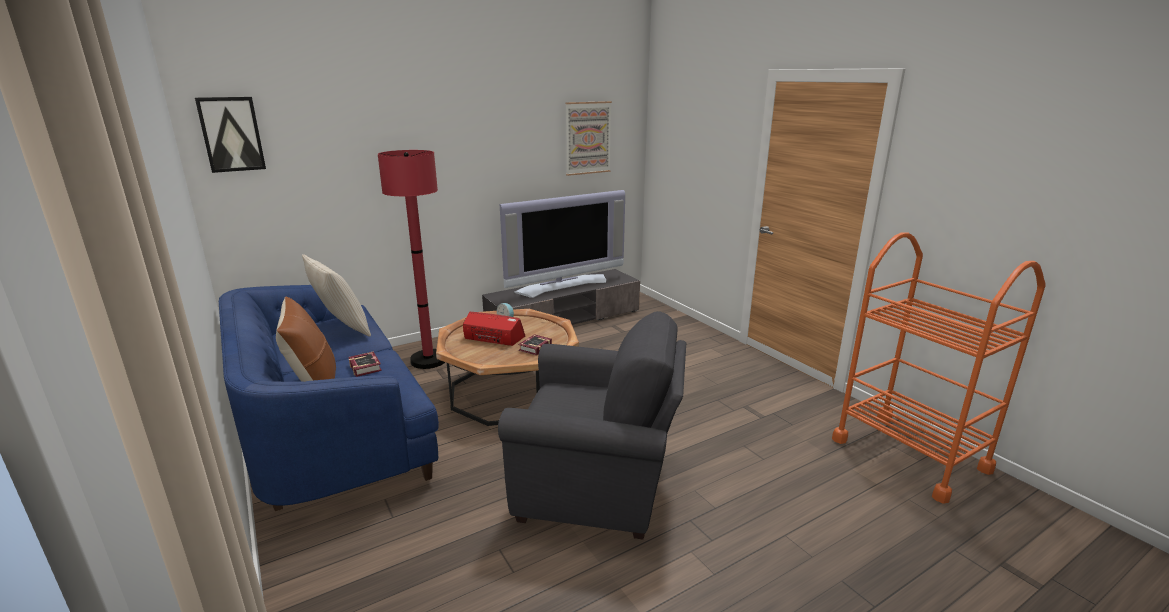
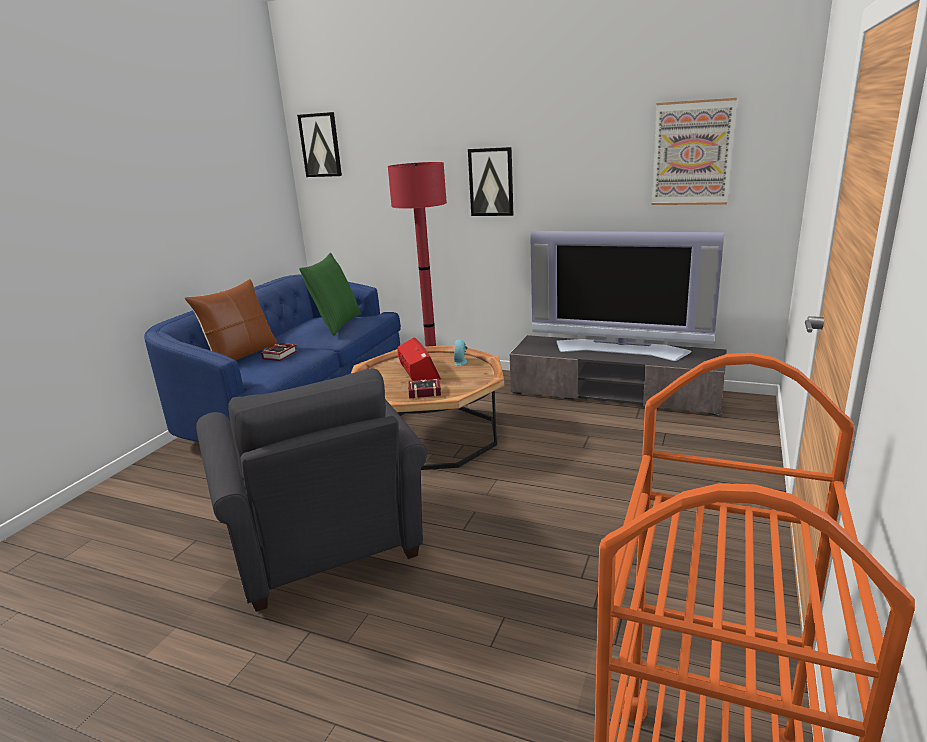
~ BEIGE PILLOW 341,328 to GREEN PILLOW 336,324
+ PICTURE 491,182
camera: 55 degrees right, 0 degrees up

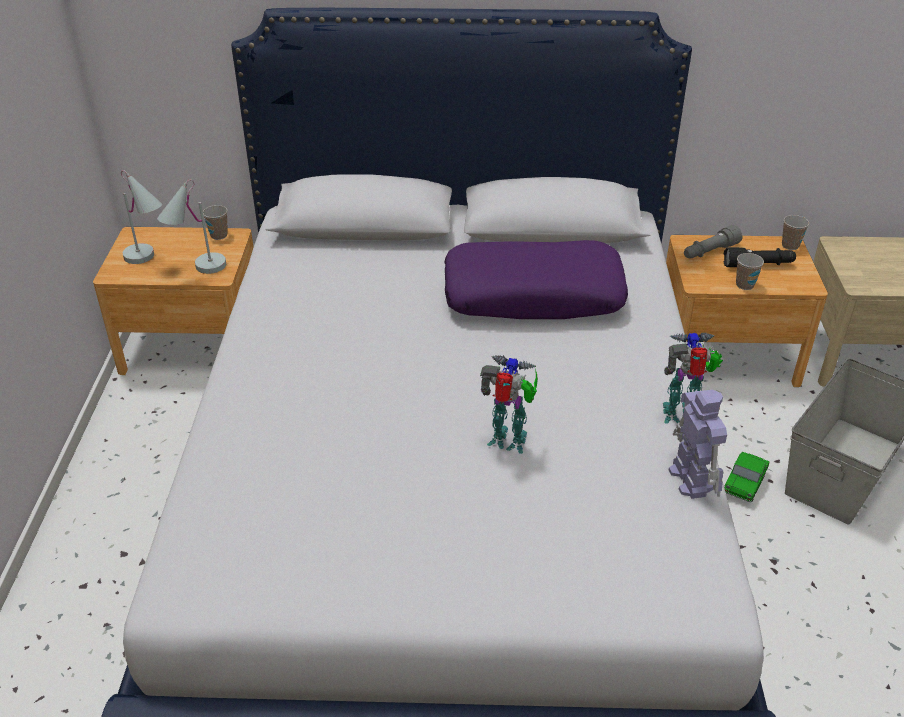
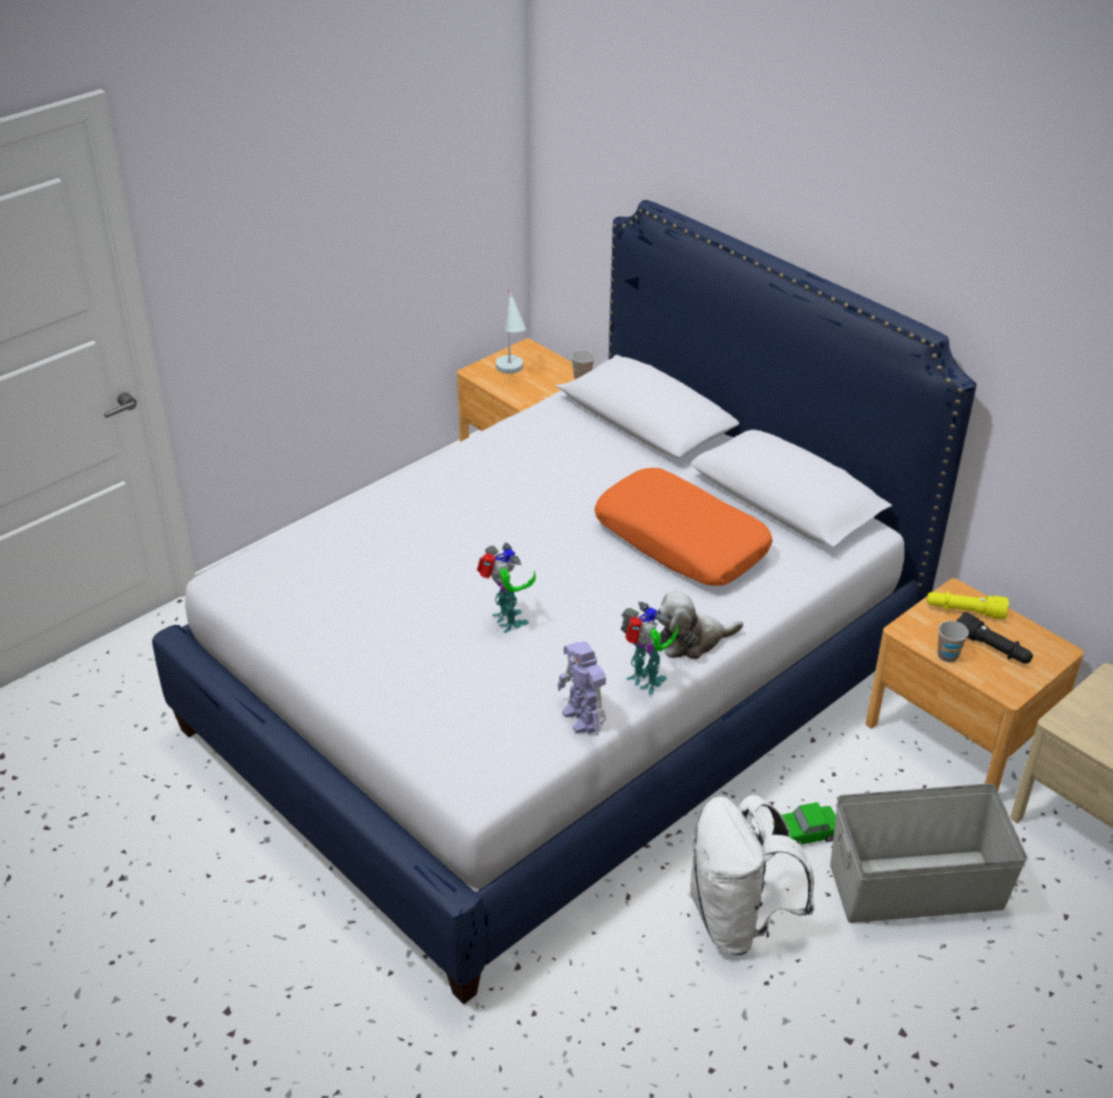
- WHITE TABLE LAMP 198,270
~ PURPLE PILLOW 533,295 to ORANGE PILLOW 682,541
~ TOY ROBOT 690,478 = 583,719 120 degrees clockwise
~ GREY FLASHLIGHT 709,252 to YELLOW FLASHLIGHT 965,611
- CUP 790,246
+ PLUSH TOY 692,640
+ WHITE BACKPACK 738,920
camera: 45 degrees right, 0 degrees up

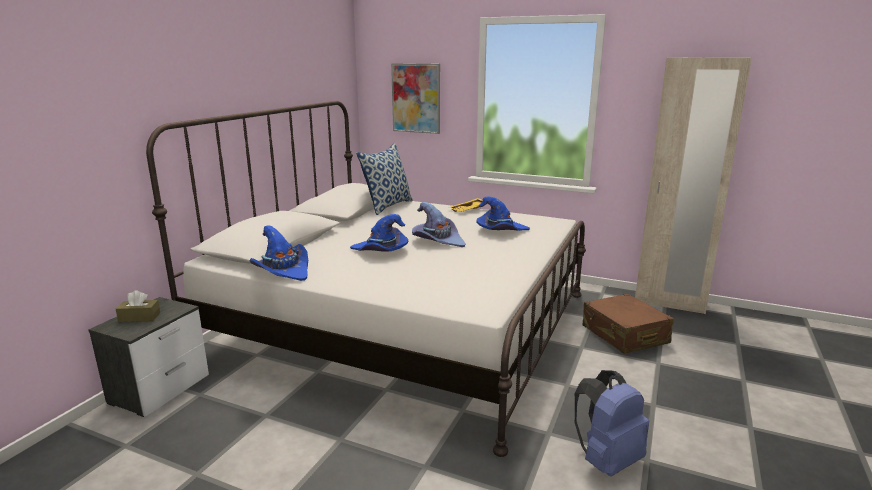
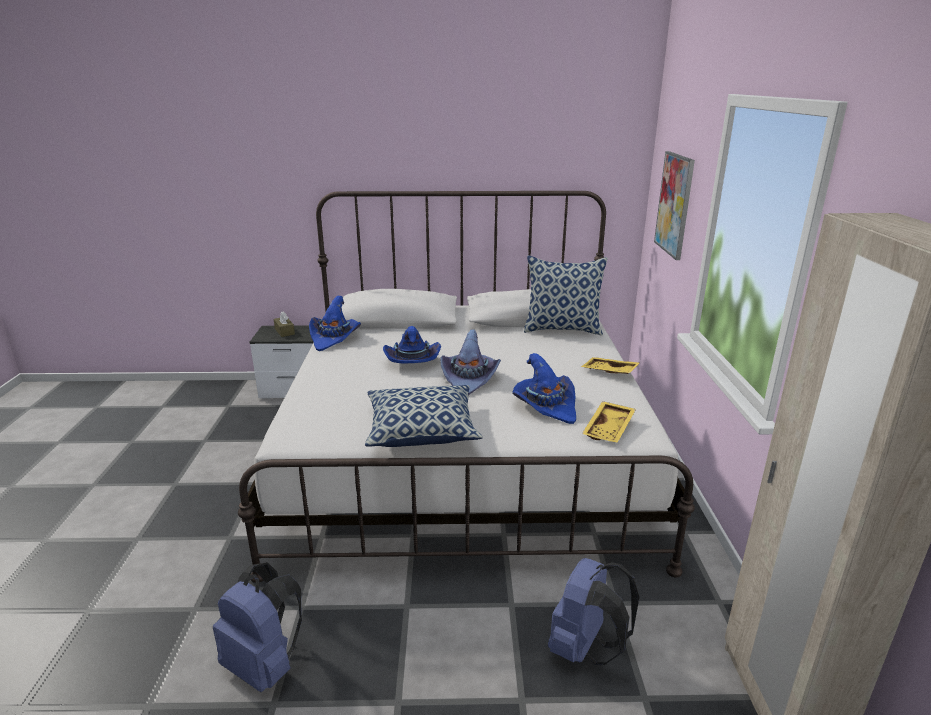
~ BROWN SUITCASE 624,335 to BLUE BACKPACK 585,648
+ PILLOW 422,430
+ YELLOW TRAY 609,429
camera: 65 degrees right, 5 degrees up

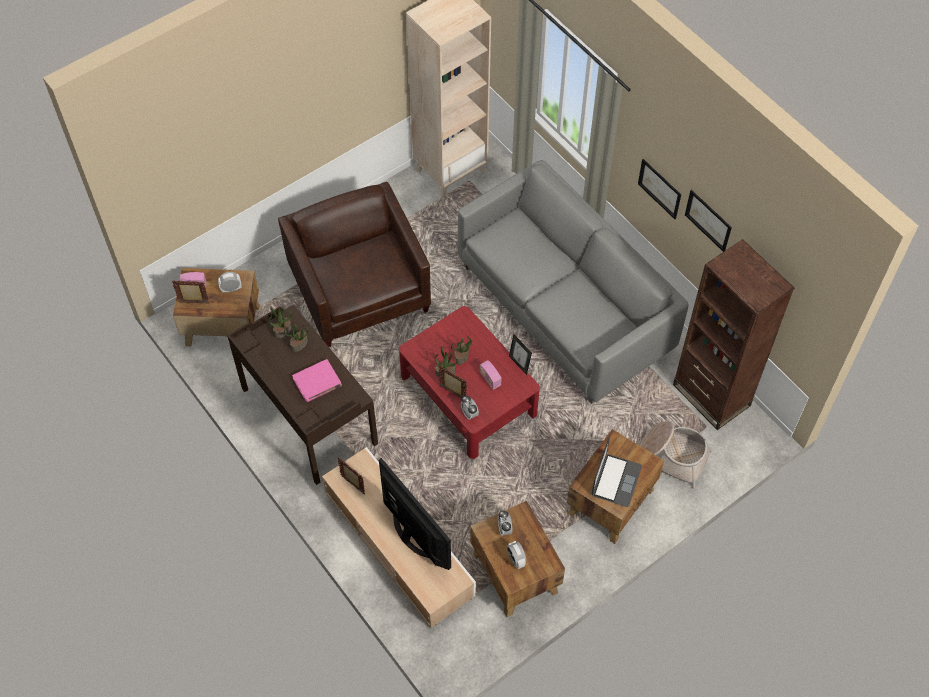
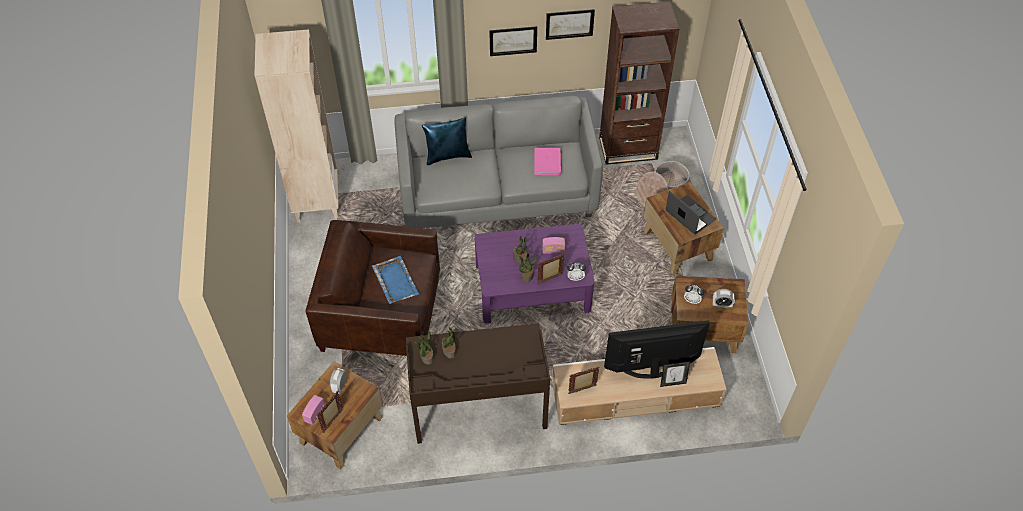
~ PINK BOOK 317,382 to 548,163
~ RED COFFEE TABLE 468,395 to PURPLE COFFEE TABLE 532,287
~ PICTURE FRAME 519,364 to 672,383
+ BLUE TRAY 395,280
+ BLUE PILLOW 448,155
camera: 60 degrees left, 5 degrees down

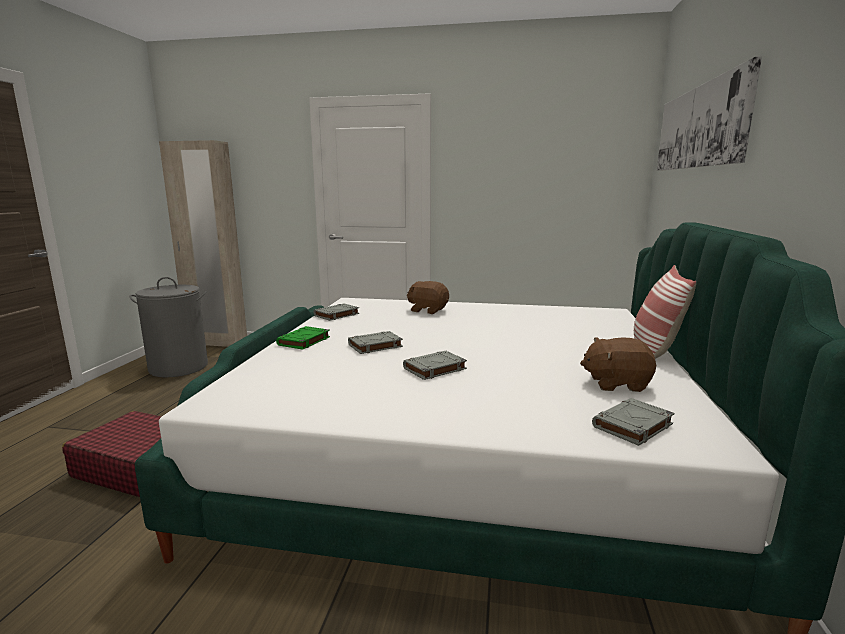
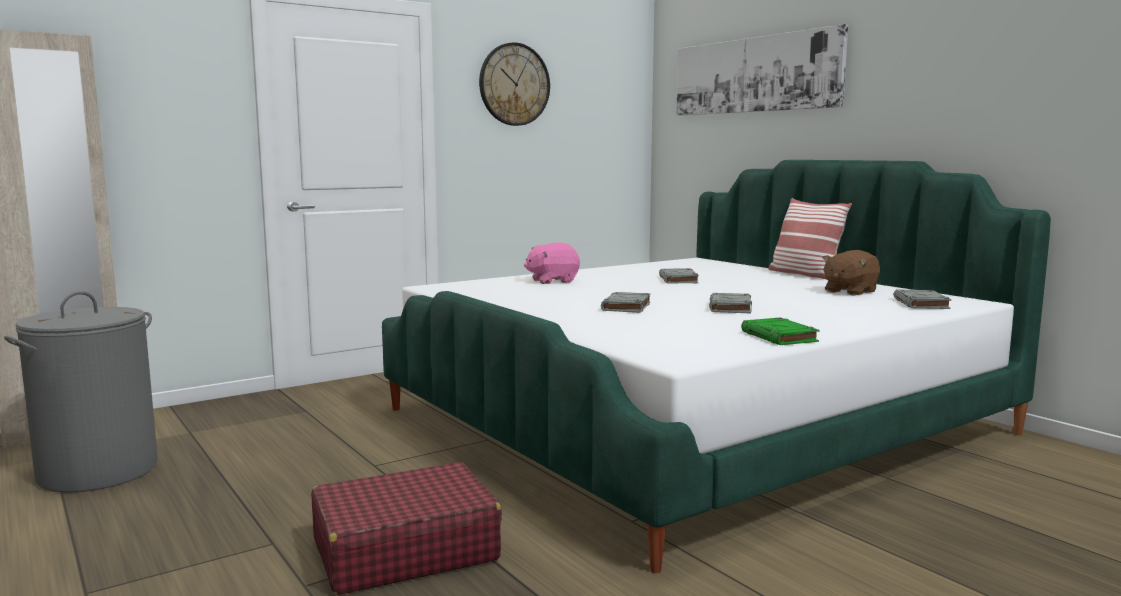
~ GREEN BOOK 304,341 to 780,337
~ GREY BOOK 336,315 to 678,280
~ BROWN PLUSH TOY 428,310 to PINK PLUSH TOY 552,281
+ WALL CLOCK 514,84
camera: 45 degrees left, 5 degrees down

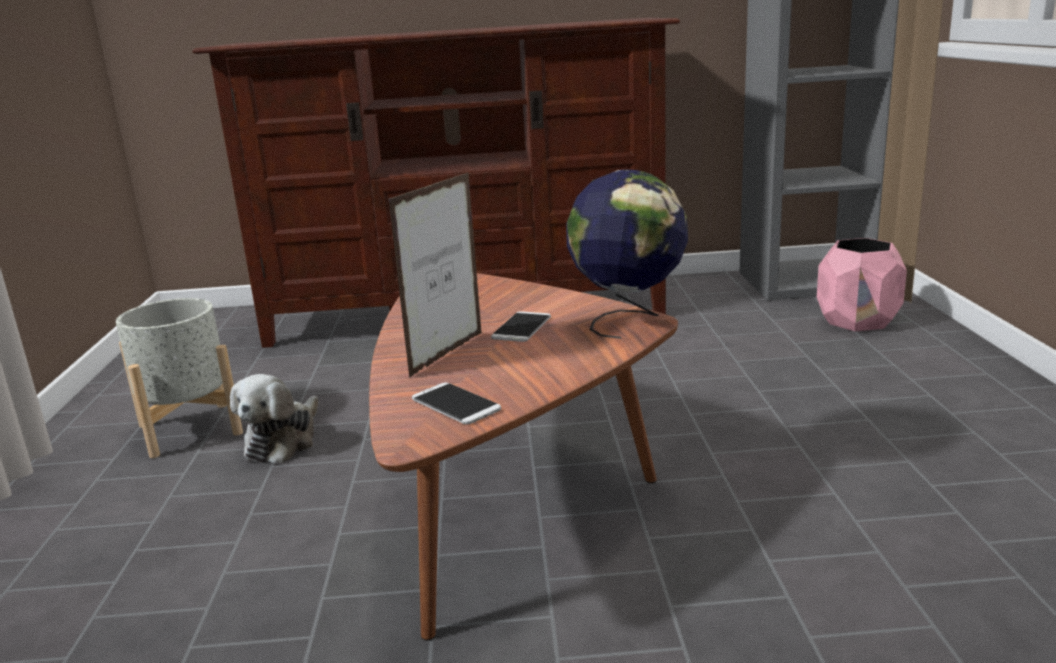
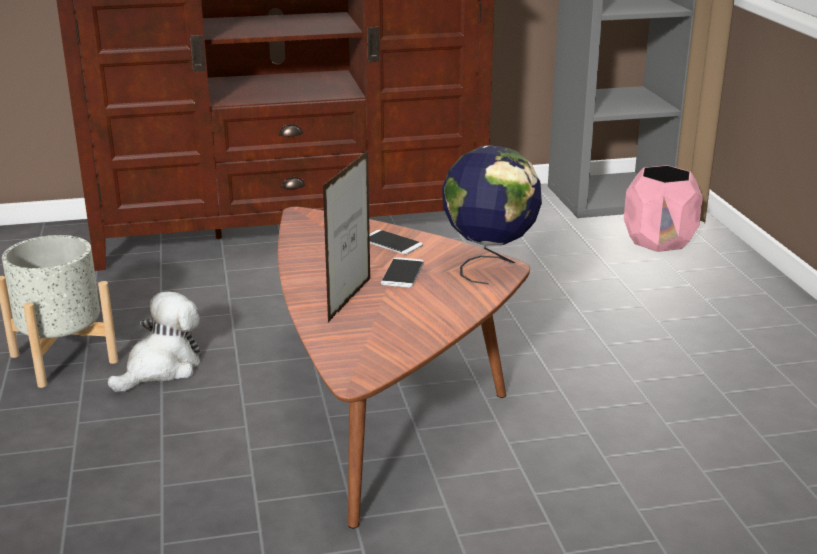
~ PLUSH TOY 283,441 = 162,368 150 degrees counterclockwise
~ PHONE 455,404 to 391,243
camera: 10 degrees left, 5 degrees up

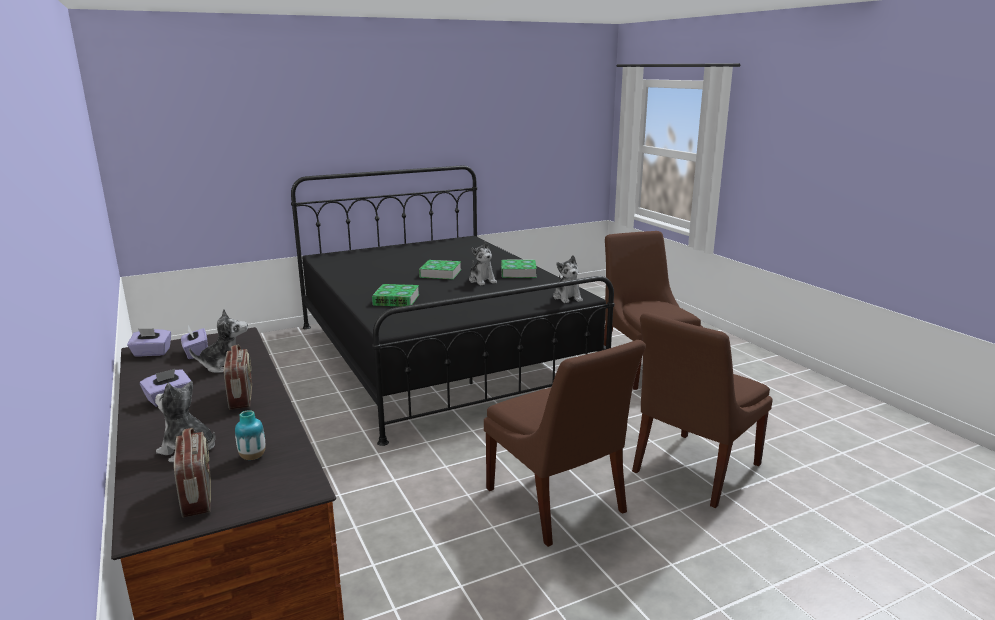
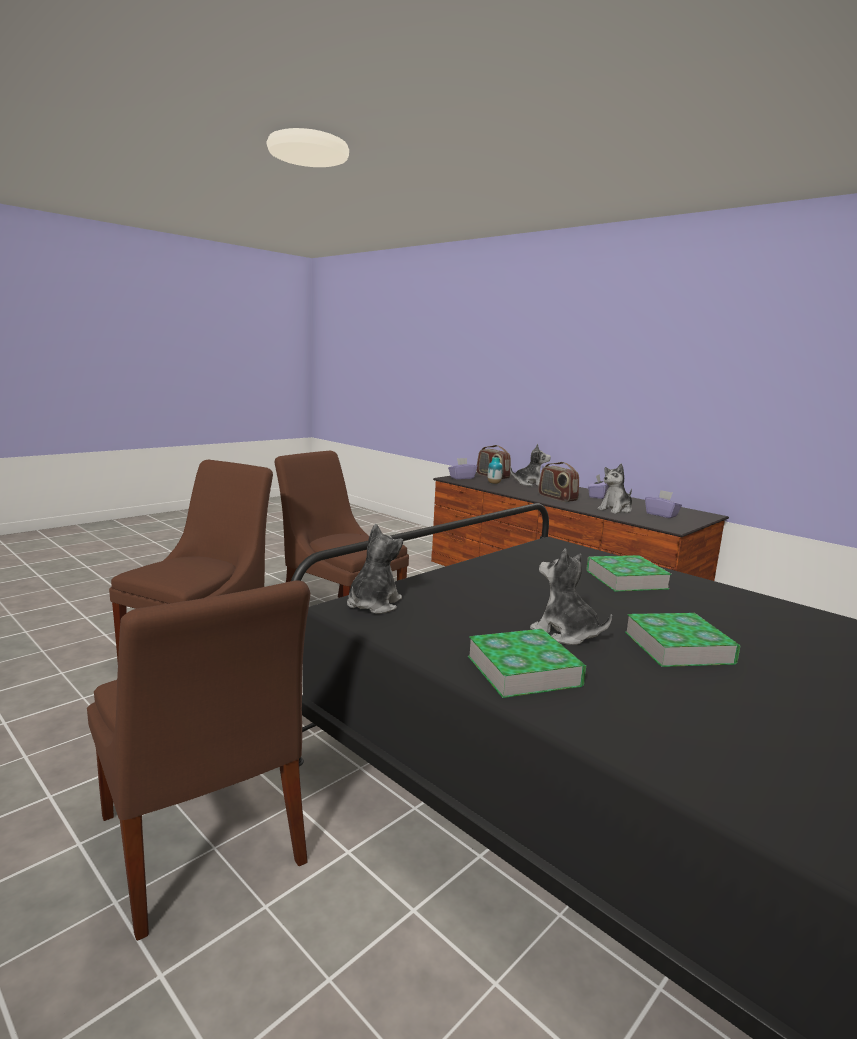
~ PURPLE TISSUE BOX 151,353 to 461,478
~ PLUSH TOY 567,297 = 373,604 60 degrees clockwise
camera: 160 degrees right, 5 degrees down

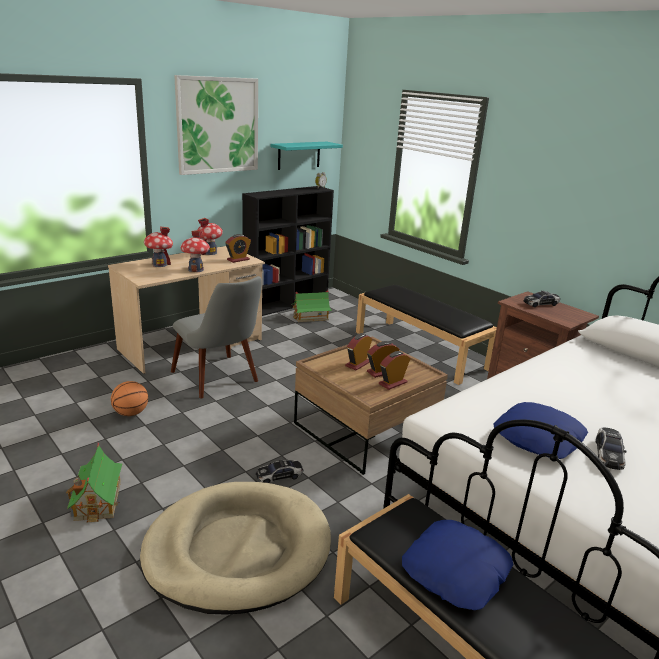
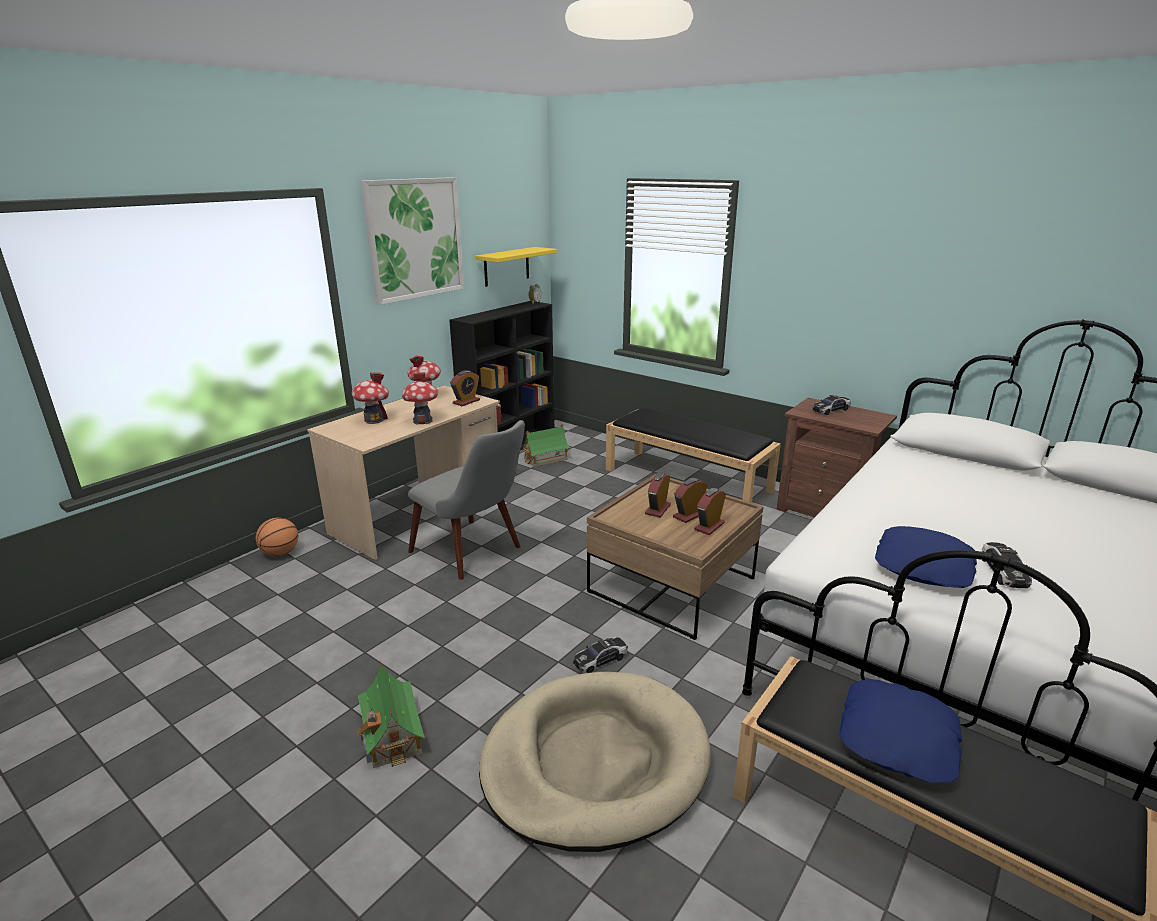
~ BASKETBALL 131,413 to 280,553
~ TURQUOISE SHELF 299,155 to YELLOW SHELF 506,266
camera: 10 degrees left, 0 degrees up

